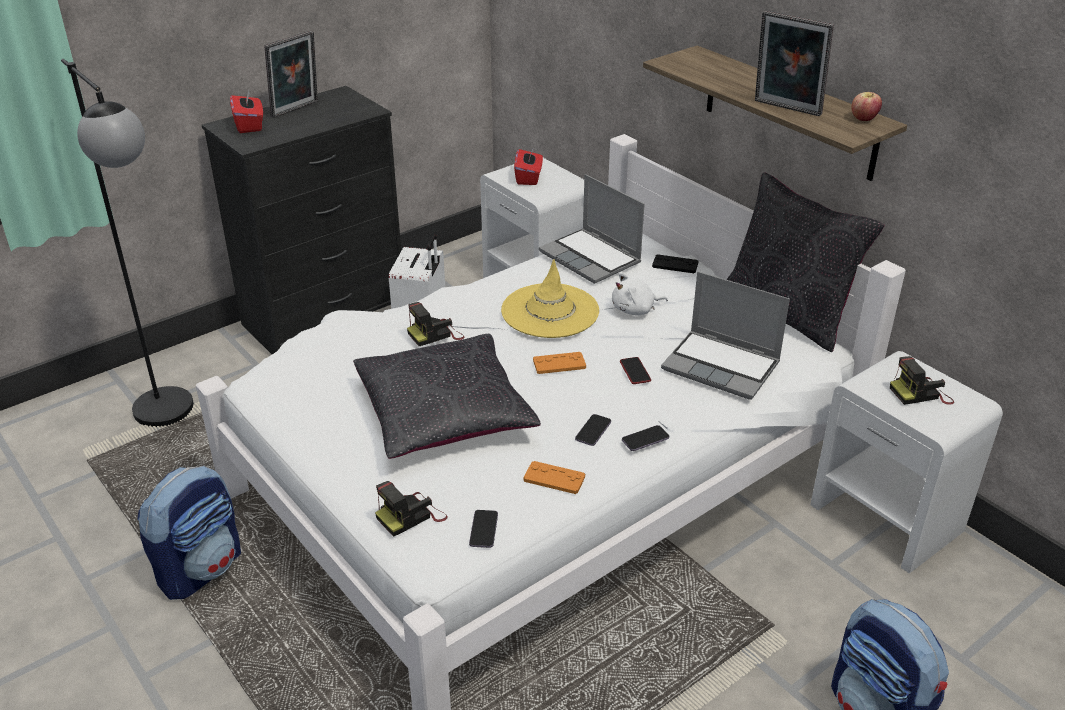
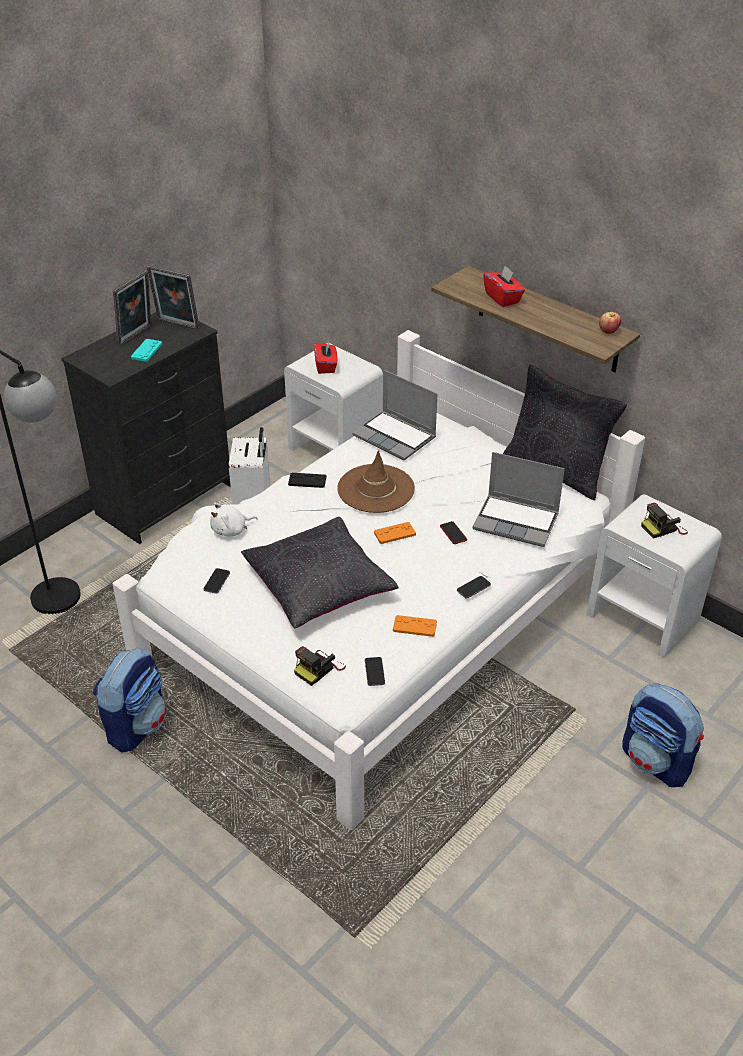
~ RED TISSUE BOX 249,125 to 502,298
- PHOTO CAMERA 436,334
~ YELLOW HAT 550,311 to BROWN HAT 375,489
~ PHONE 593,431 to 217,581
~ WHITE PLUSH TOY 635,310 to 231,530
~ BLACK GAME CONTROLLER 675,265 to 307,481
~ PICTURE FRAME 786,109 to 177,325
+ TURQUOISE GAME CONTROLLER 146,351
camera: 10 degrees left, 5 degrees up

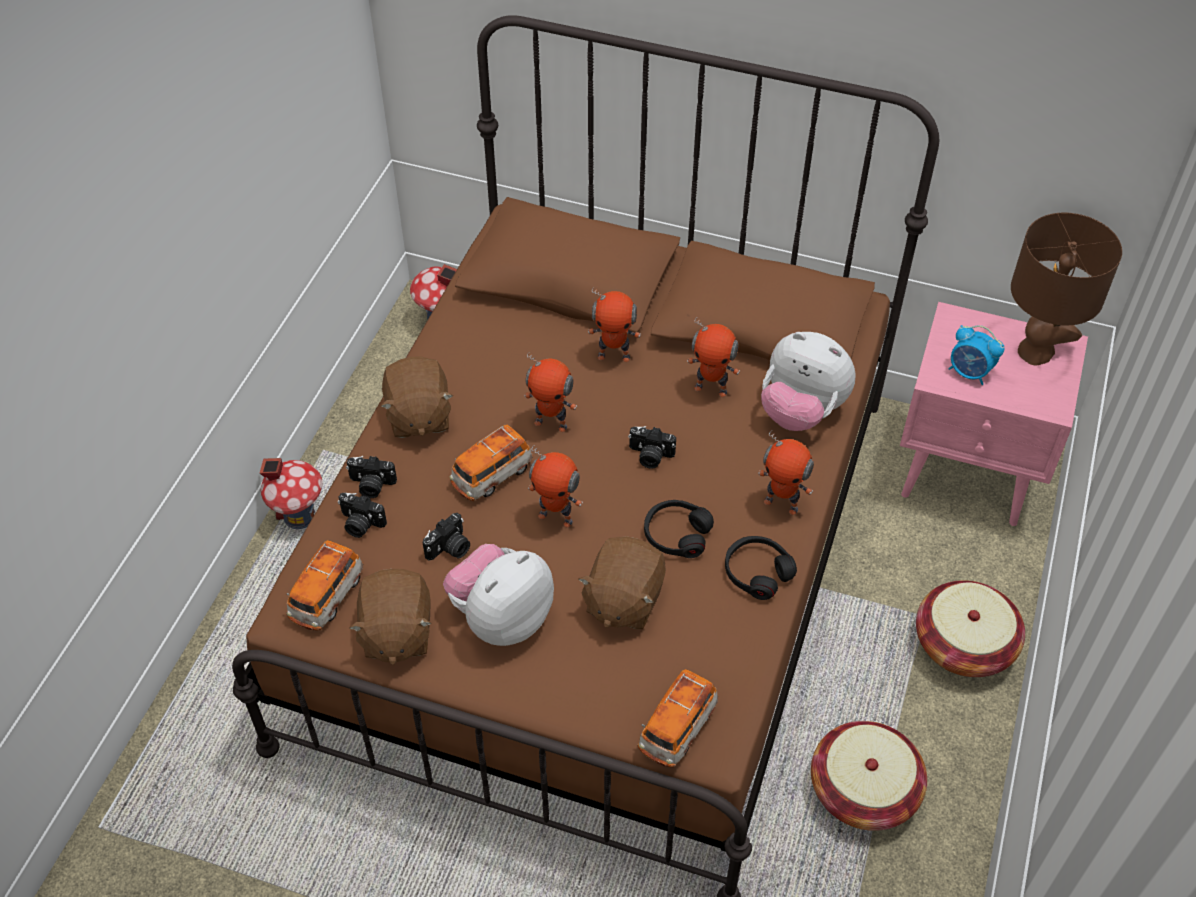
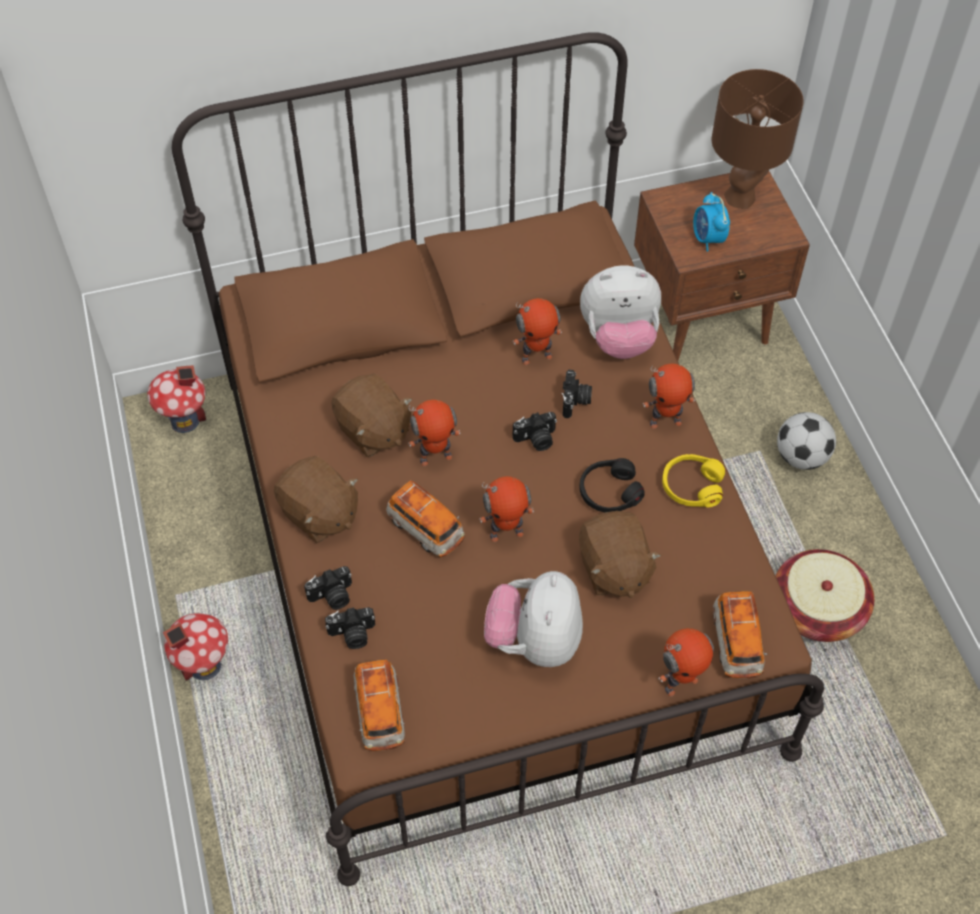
~ BROWN PLUSH TOY 396,633 to 373,430
~ PHOTO CAMERA 450,549 to 575,401
~ TOY CAR 492,475 = 425,529 60 degrees counterclockwise
~ TOY ROBOT 614,355 to 680,683
~ BLACK HEADPHONES 757,572 to YELLOW HEADPHONES 691,486
~ PINK NIGHTSTAND 969,472 to BROWN NIGHTSTAND 706,319
~ BASKET 963,645 to FOOTBALL 801,457
~ ALARM CLOCK 969,373 = 708,239 75 degrees clockwise
camera: 35 degrees left, 5 degrees up

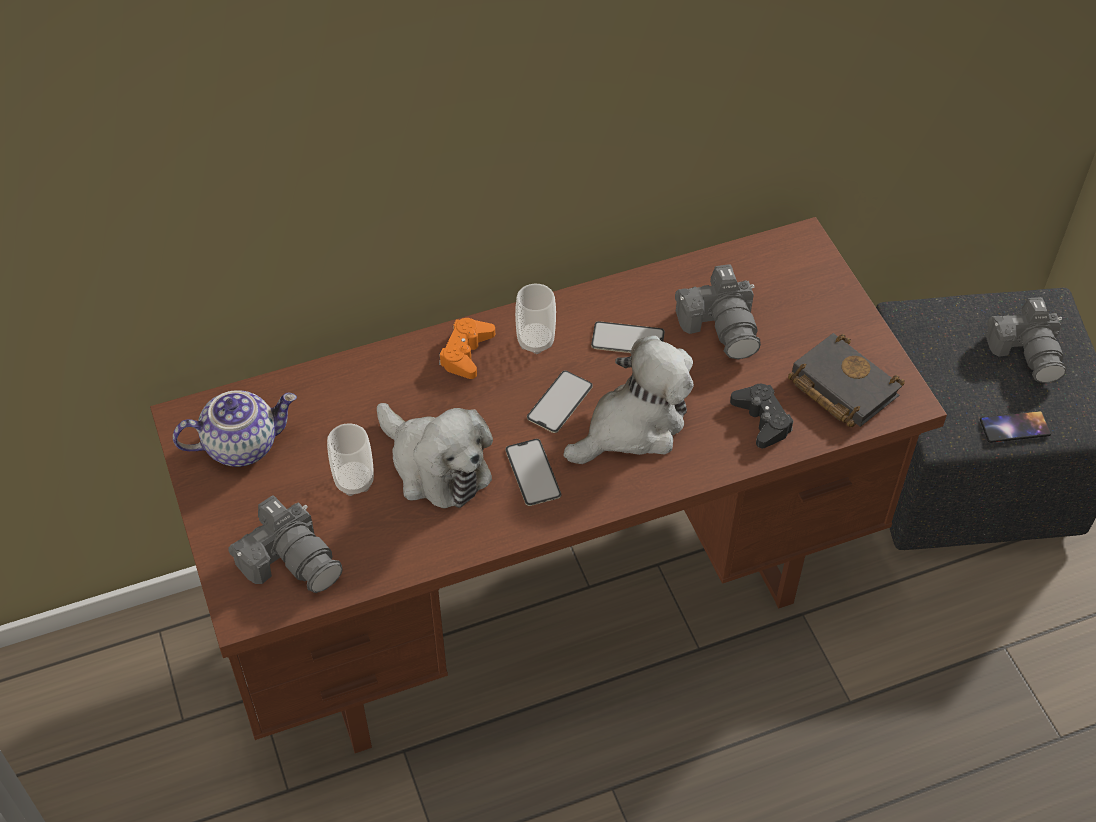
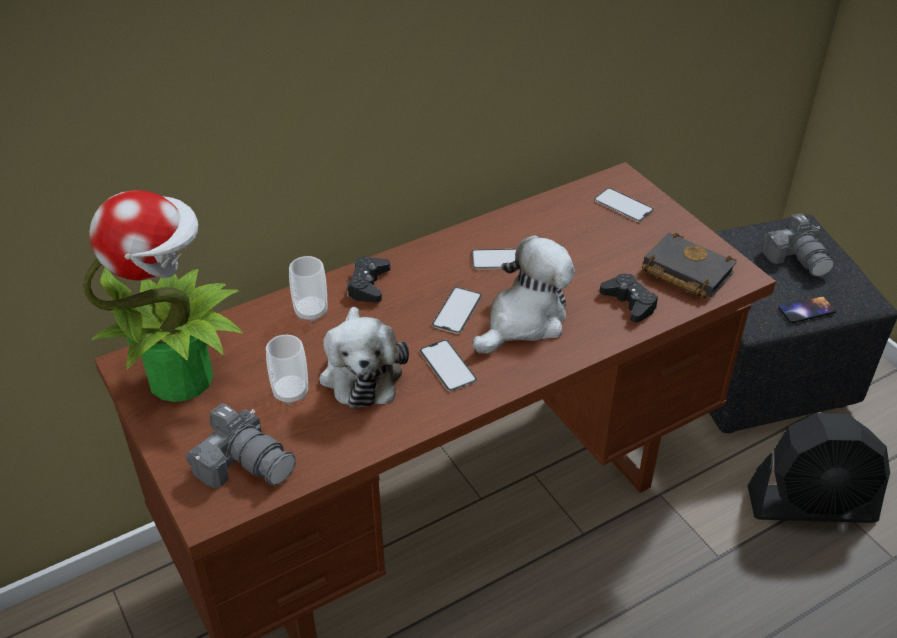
~ TEAPOT 242,444 to POTTED PLANT 183,377
~ PLUSH TOY 436,466 = 361,372 45 degrees clockwise
~ ORANGE GAME CONTROLLER 466,353 to BLACK GAME CONTROLLER 368,285
~ CUP 535,341 to 311,312
- PHOTO CAMERA 722,326
+ PHONE 623,205
+ BLACK FAN 812,505
camera: 10 degrees left, 10 degrees down

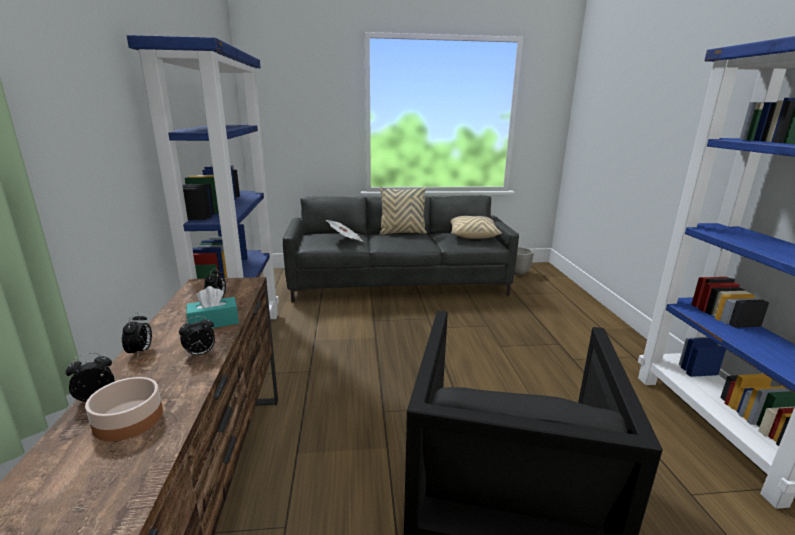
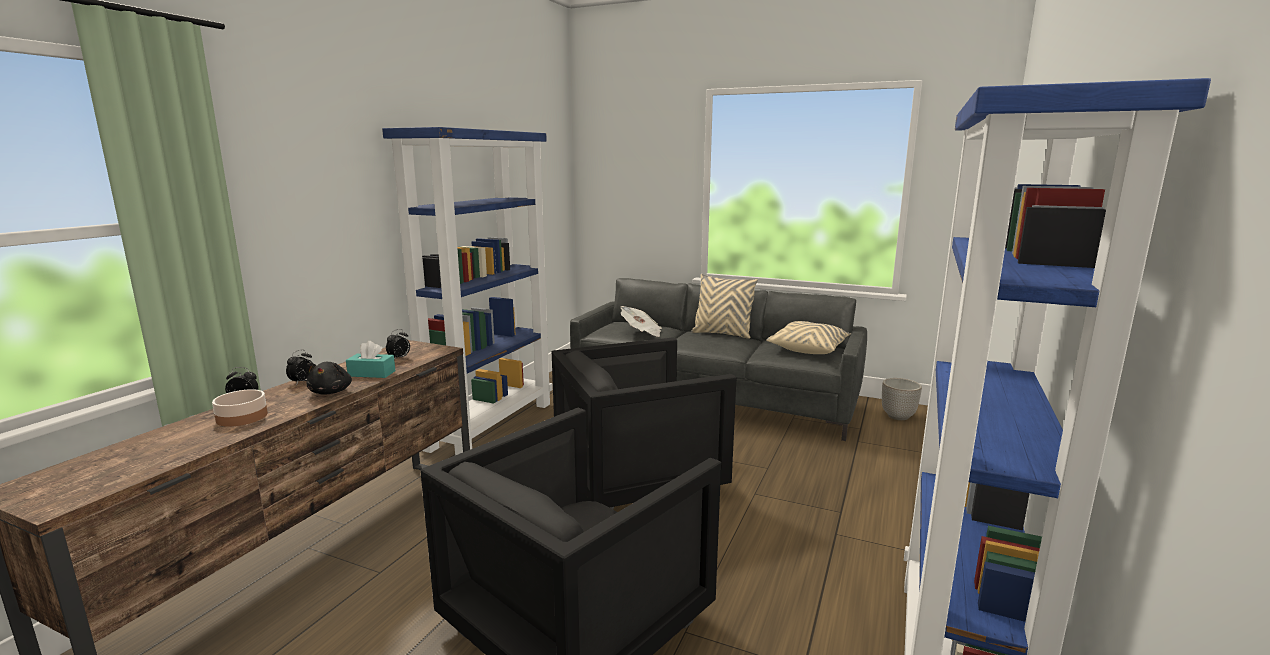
~ ALARM CLOCK 200,354 to BLACK PLUSH TOY 331,392
+ BLACK ARMCHAIR 639,477
camera: 30 degrees right, 5 degrees down

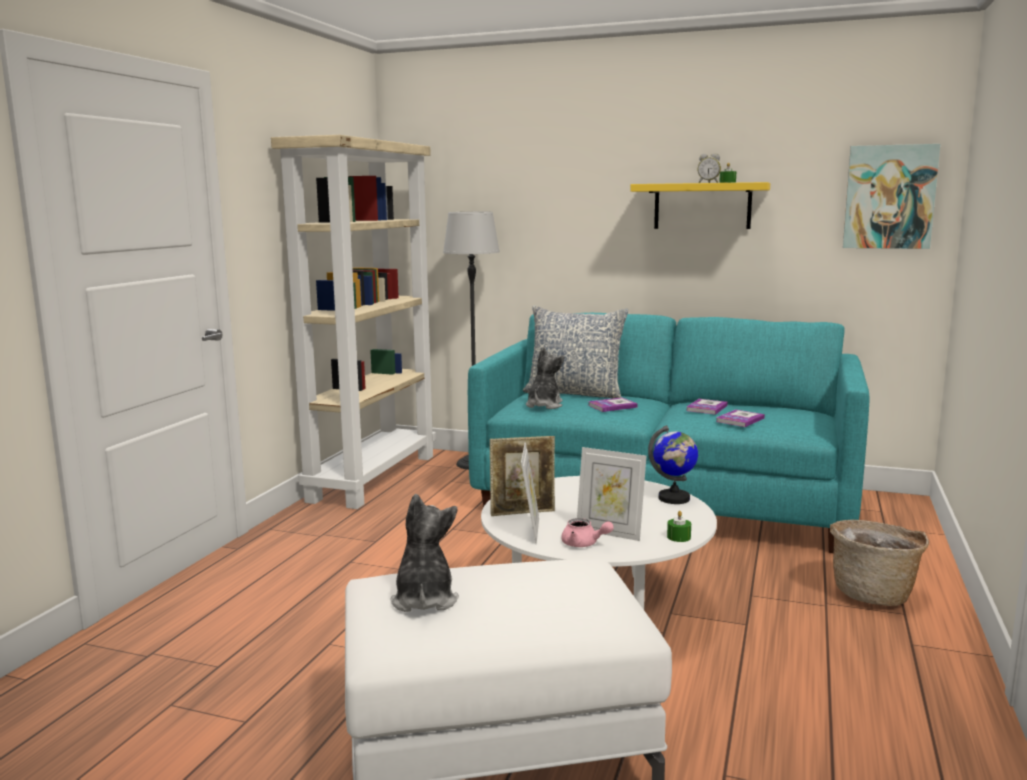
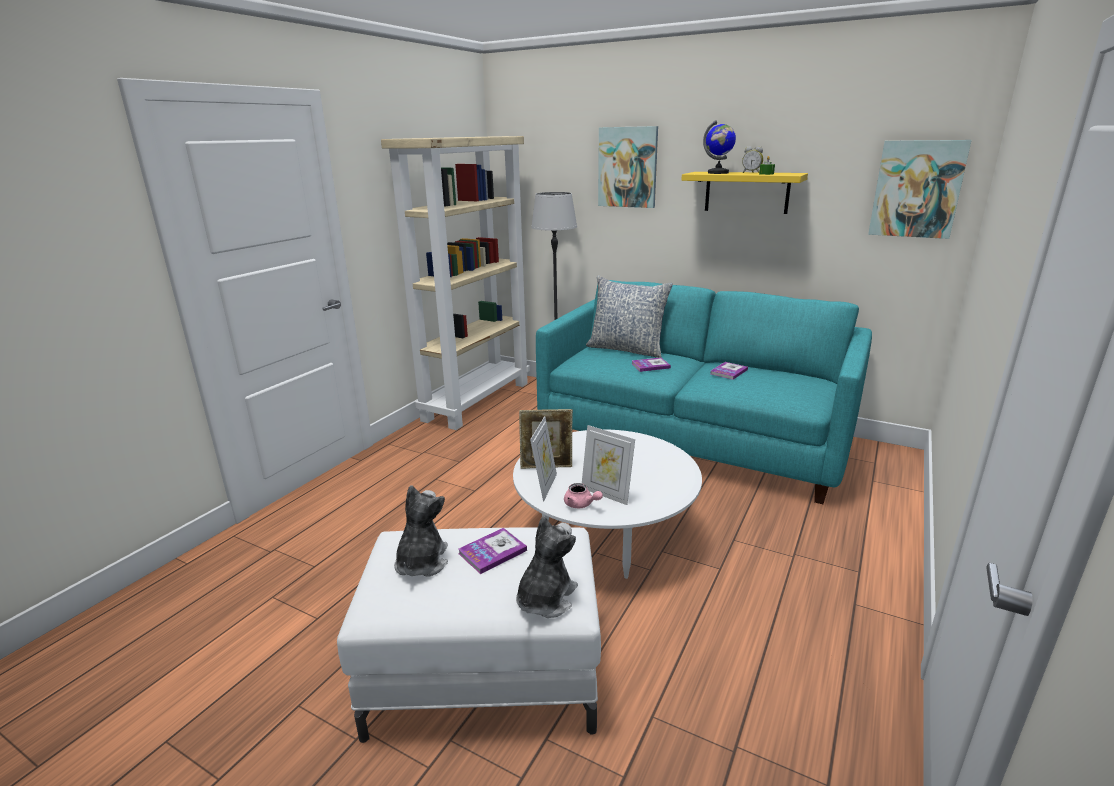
~ PLUSH TOY 544,405 to 545,598
~ GLOBE 674,498 to 718,173
- GREEN CANDLE 678,537
~ BOOK 740,420 to 492,552
- BASKET 873,593
+ PICTURE 627,167
camera: 10 degrees right, 10 degrees up

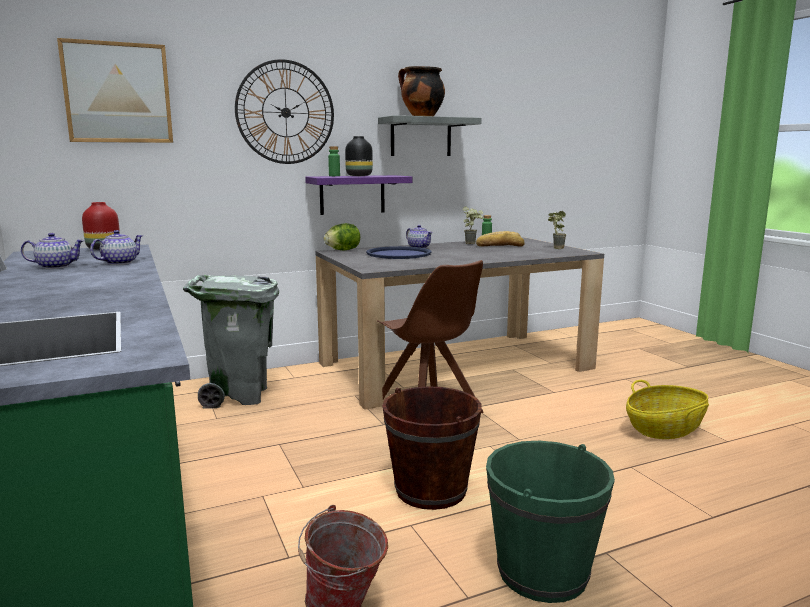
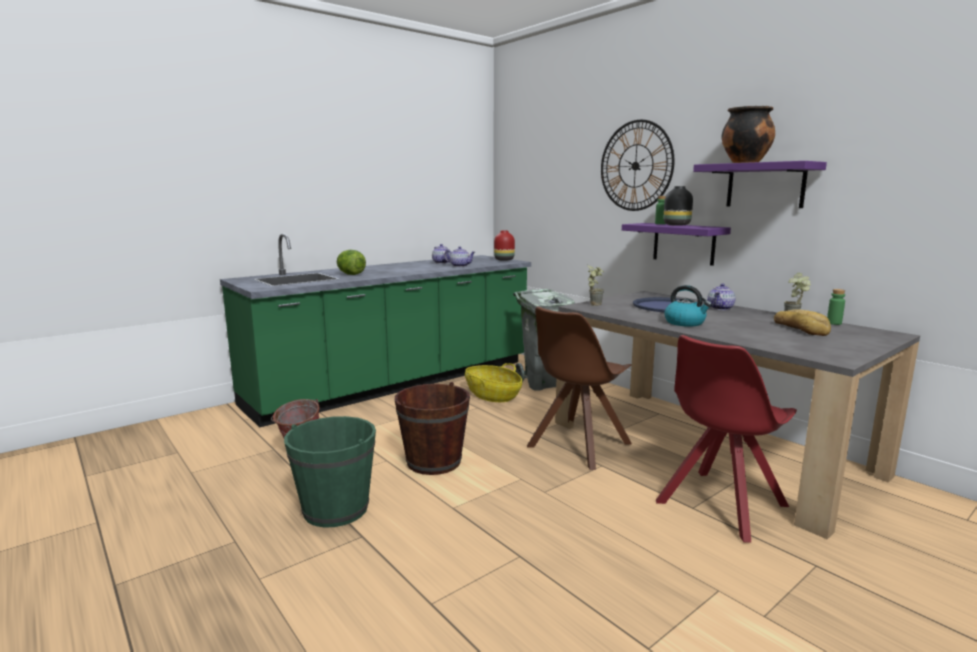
- PICTURE 118,93
~ LETTUCE 343,250 to 351,274
~ GREY SHELF 421,137 to PURPLE SHELF 765,185
~ POTTED PLANT 555,248 to 594,304
~ BASKET 665,428 to 492,395
+ RED CHAIR 719,505
+ KETTLE 685,323
camera: 75 degrees right, 0 degrees up

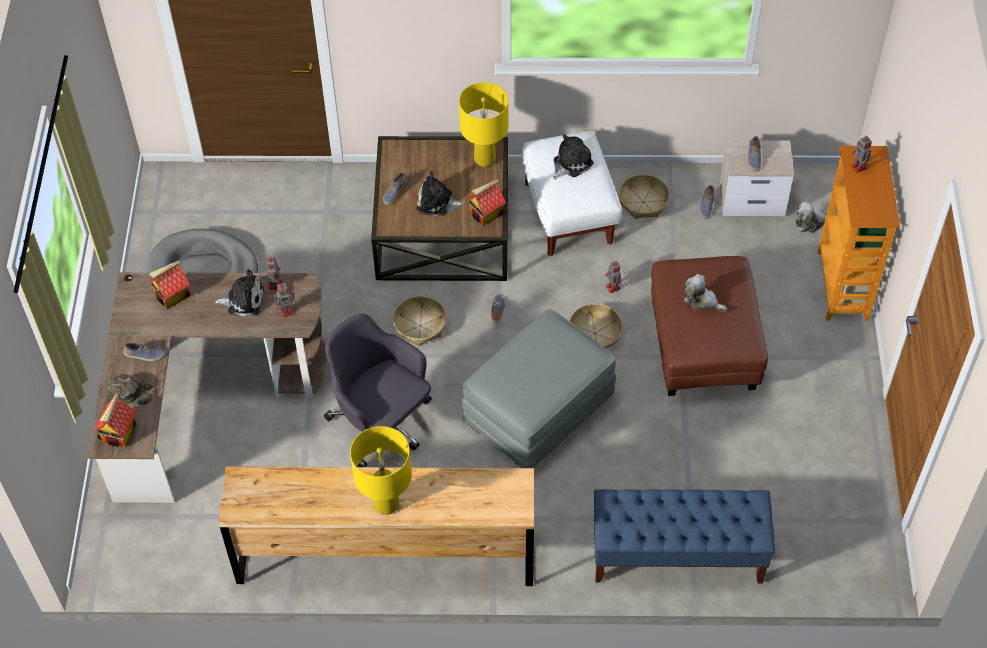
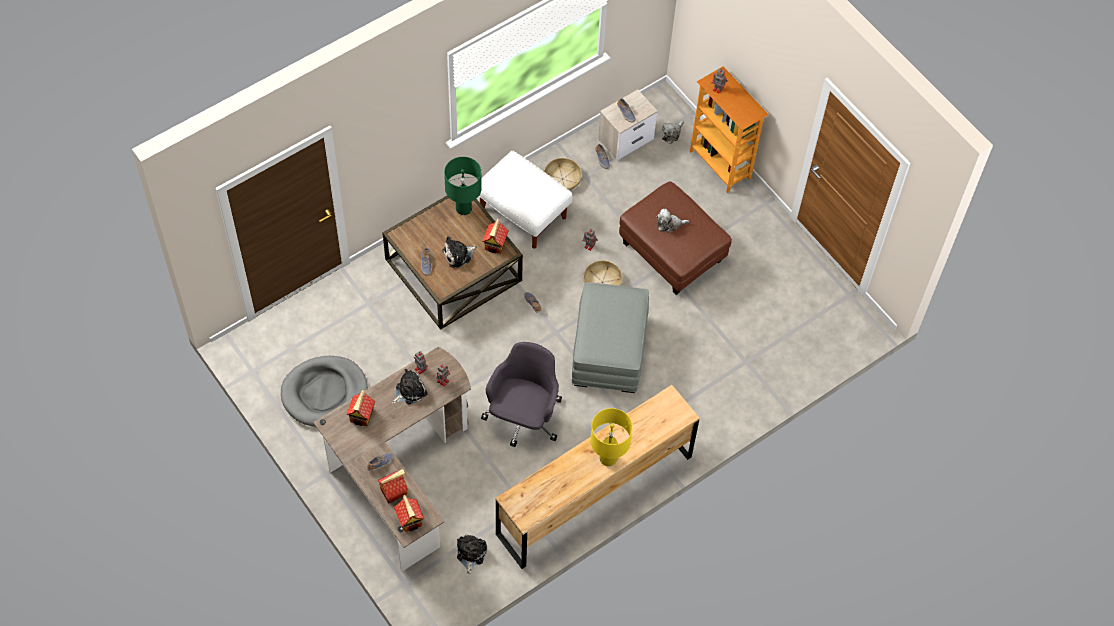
~ GREEN CAP 132,392 to TOY HOUSE 394,491
~ GREY OFFICE CHAIR 382,424 = 523,417 105 degrees clockwise
- BASKET 420,326
~ YELLOW TABLE LAMP 484,160 to GREEN TABLE LAMP 464,209
~ PLUSH TOY 570,163 to 470,553
- BLUE BENCH 676,555
camera: 40 degrees left, 5 degrees up

